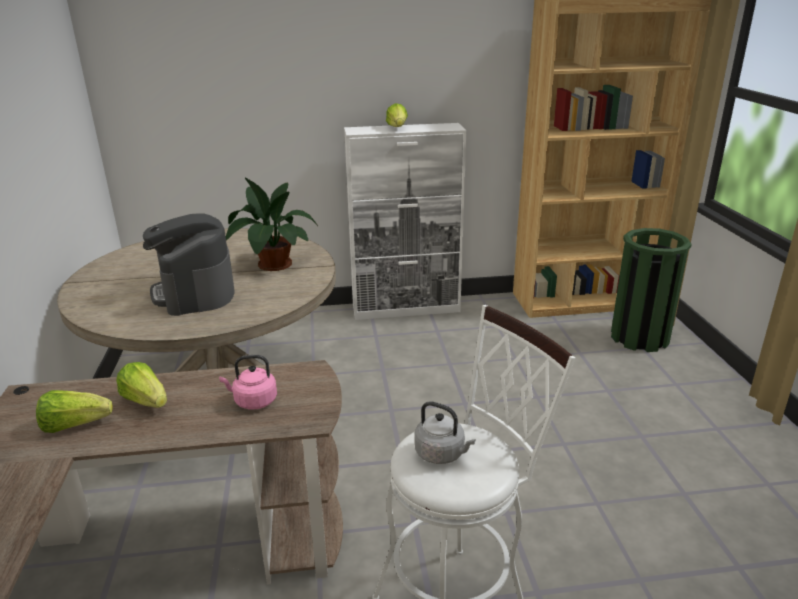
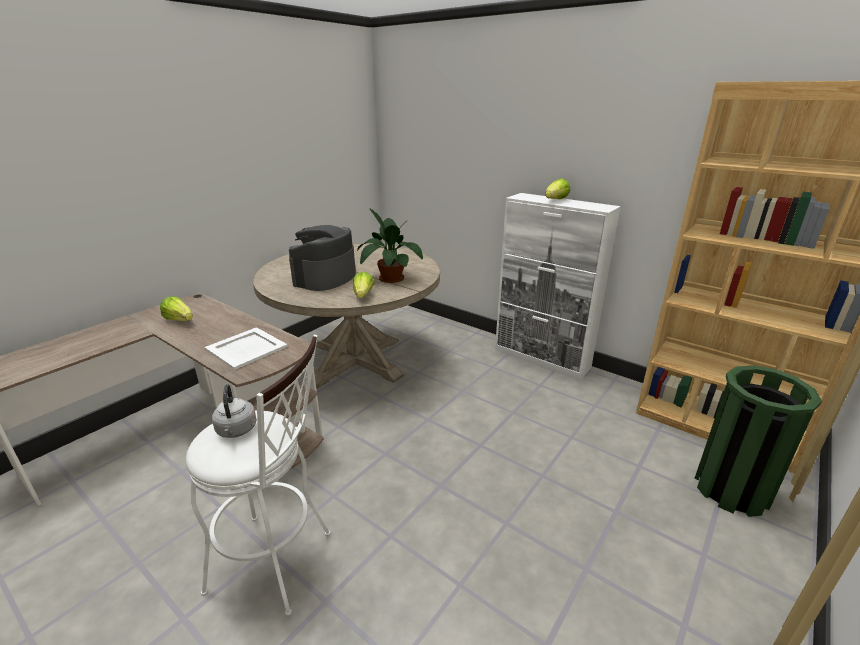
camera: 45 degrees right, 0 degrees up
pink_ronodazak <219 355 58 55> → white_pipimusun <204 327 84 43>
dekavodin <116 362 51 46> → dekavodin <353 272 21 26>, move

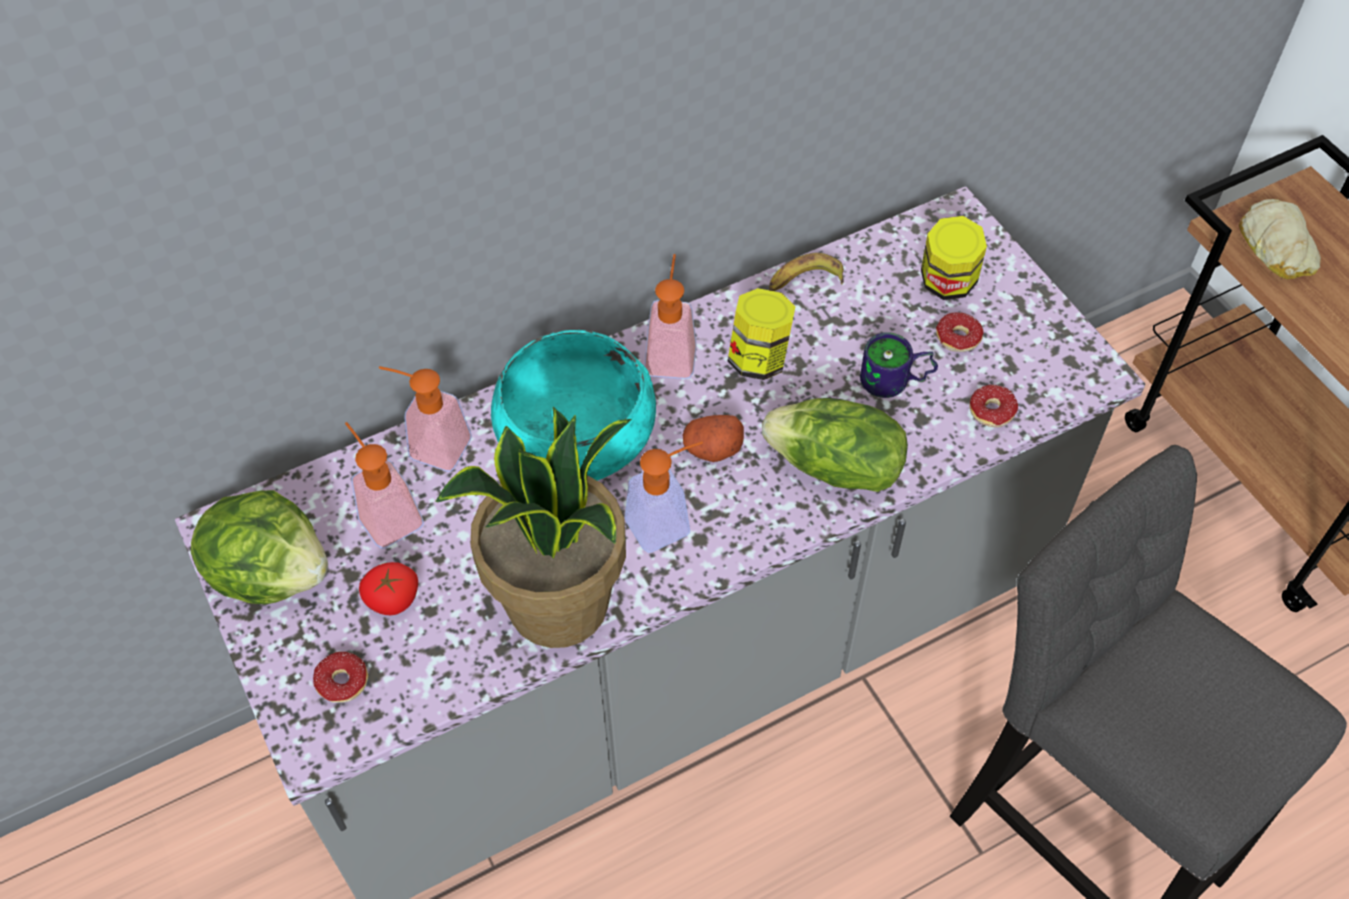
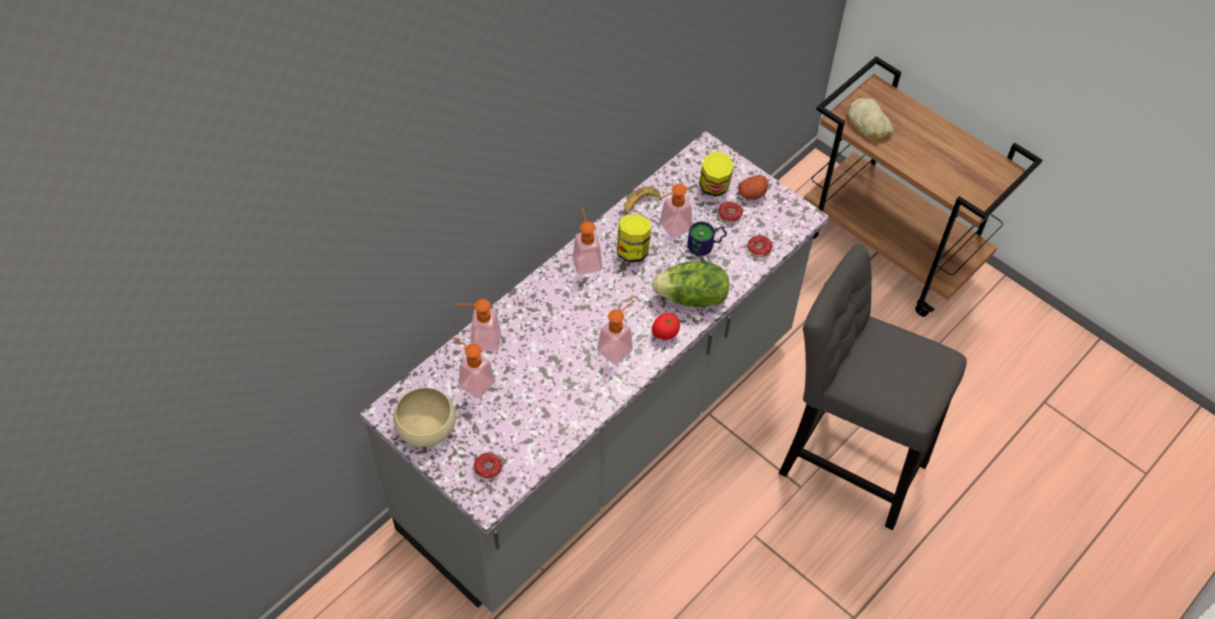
camera: 20 degrees left, 0 degrees up
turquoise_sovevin <491 330 165 150> → -
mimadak <435 407 197 241> → -
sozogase <682 415 62 47> → sozogase <738 175 30 25>, move
dekavodin <191 490 137 114> → beige_sovevin <393 387 63 60>
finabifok <359 562 59 53> → finabifok <652 313 28 27>, move
- → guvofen <658 184 34 54>

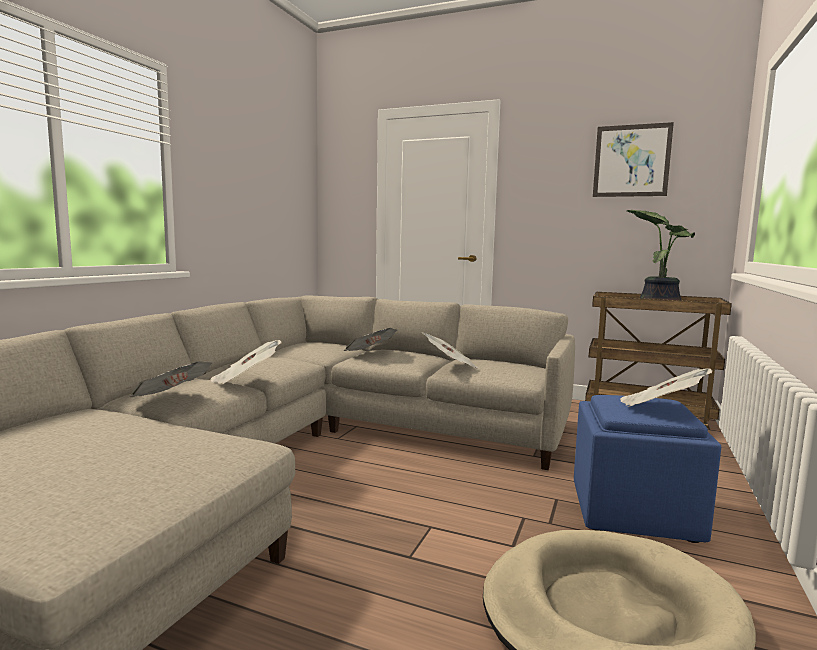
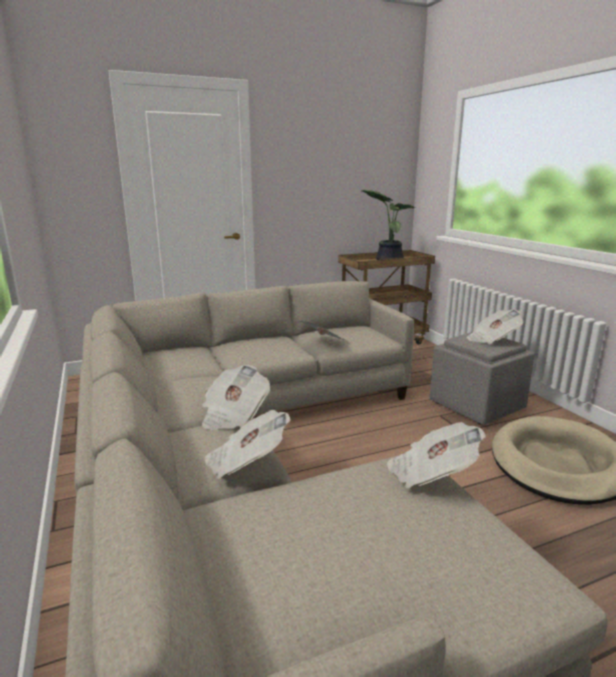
camera: 45 degrees left, 10 degrees up
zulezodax <593 122 81 75> → -
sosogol <344 328 53 23> → sosogol <387 422 99 67>, move
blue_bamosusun <574 395 147 148> → grey_bamosusun <430 332 105 93>

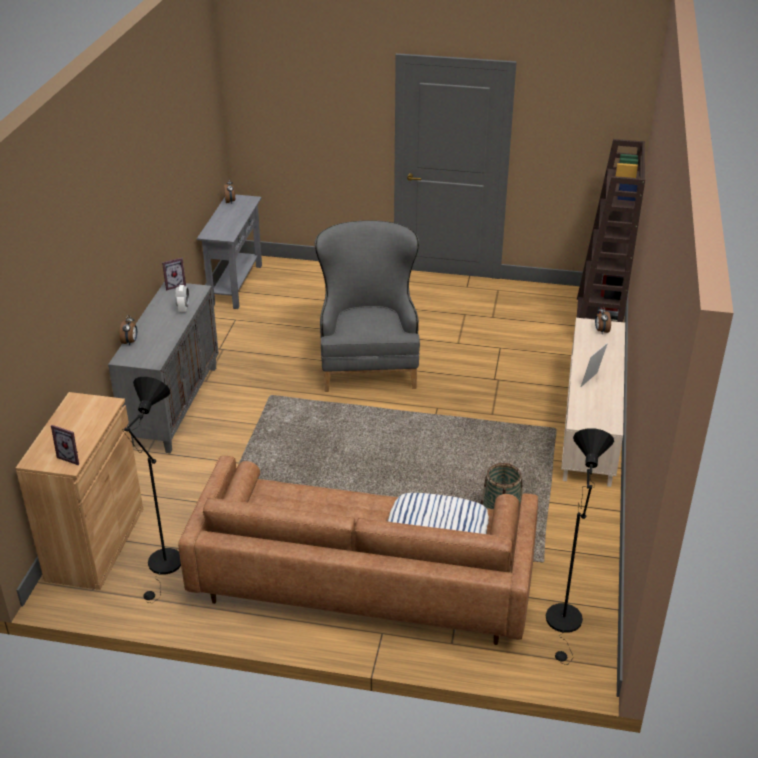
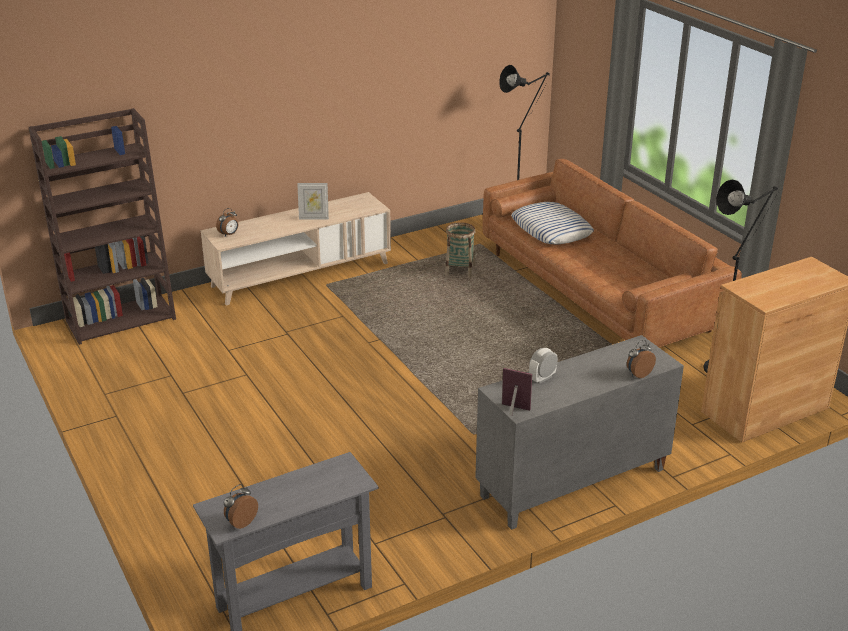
camera: 130 degrees left, 5 degrees down
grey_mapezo <315 221 105 171> → -
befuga <51 425 28 40> → -

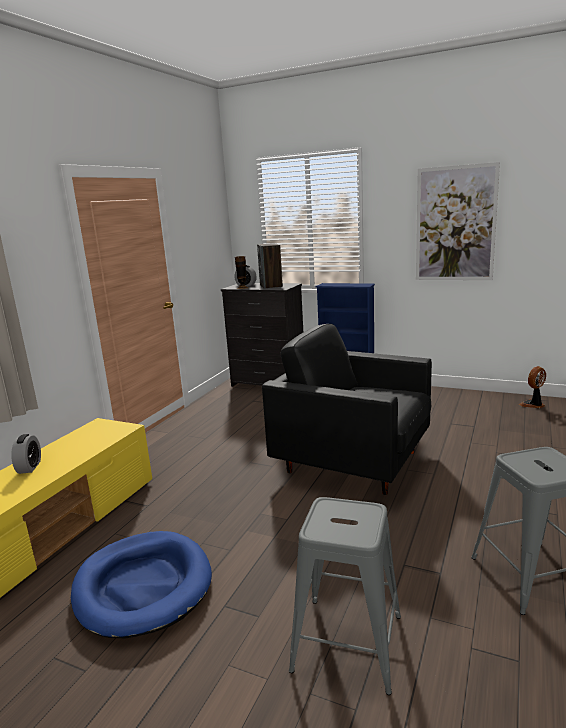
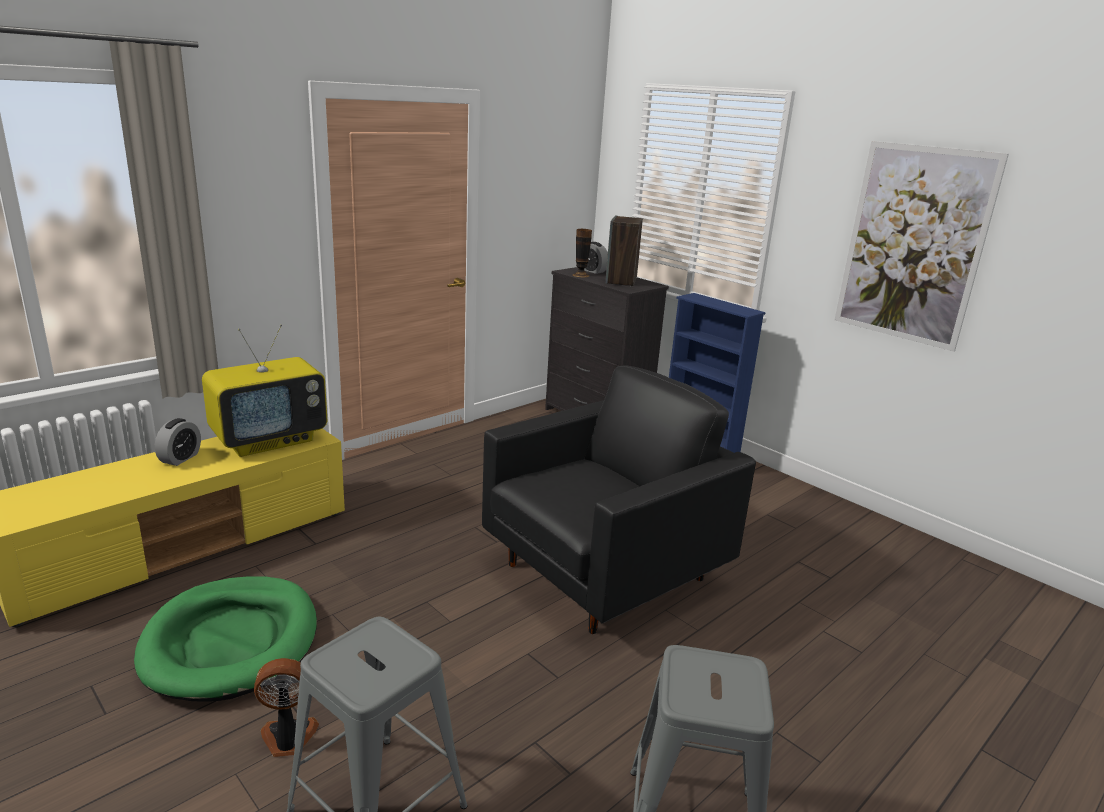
camera: 20 degrees right, 5 degrees up
black_mapezo <262 324 170 171> → black_mapezo <482 366 274 268>, 90 degrees clockwise
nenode <519 366 27 42> → nenode <254 658 65 99>, move
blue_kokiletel <71 531 141 107> → green_kokiletel <134 576 183 126>
- → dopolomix <202 324 125 133>

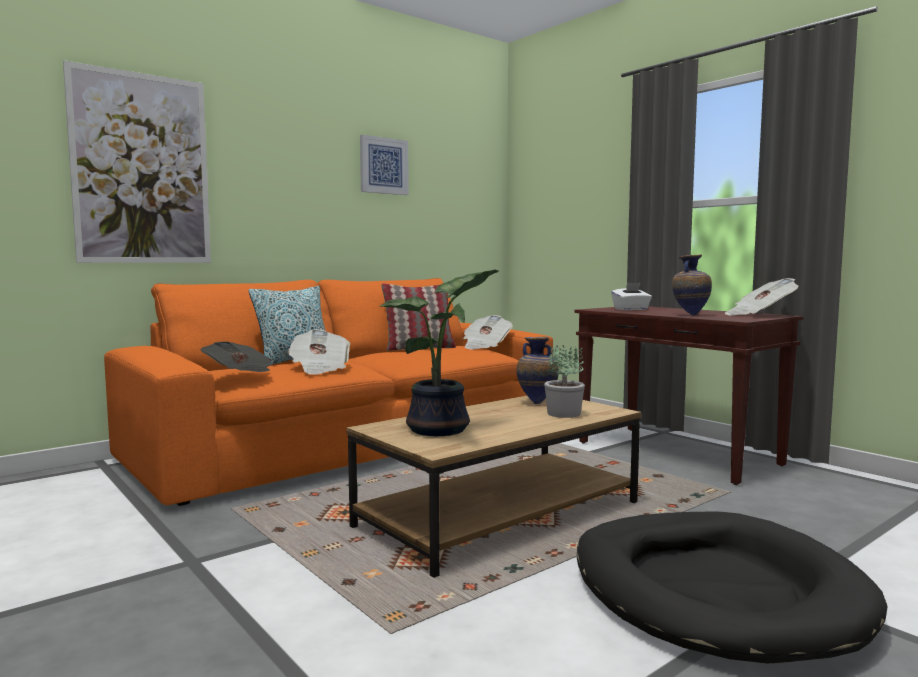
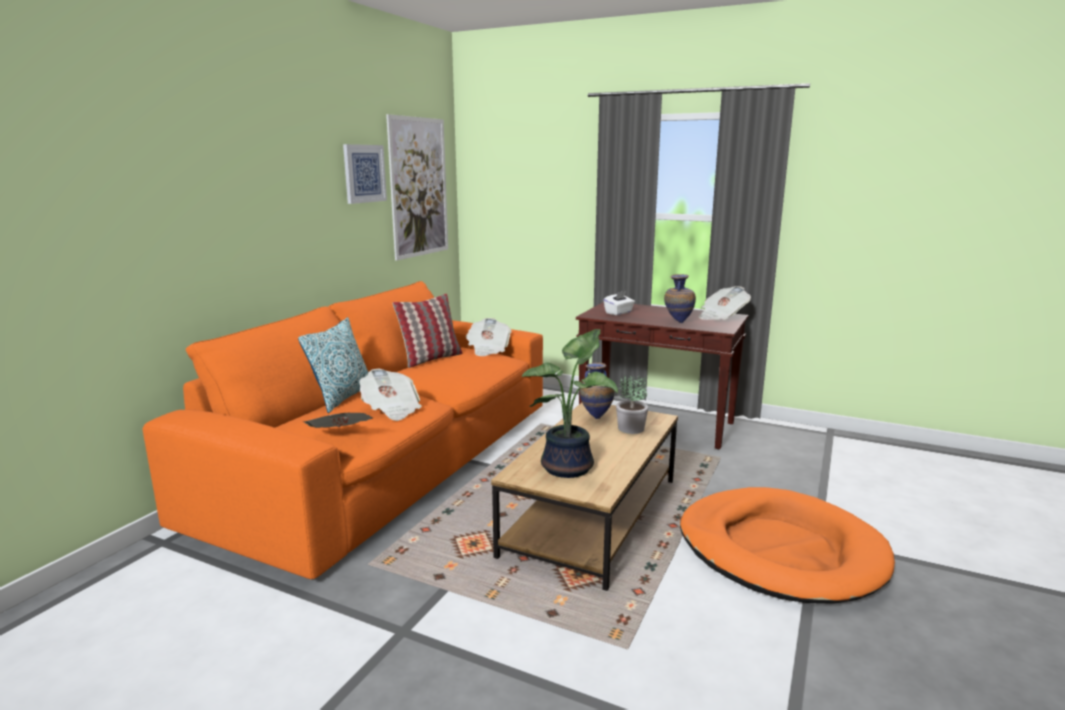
camera: 25 degrees left, 10 degrees up
zulezodax <63 60 148 203> → zulezodax <386 114 62 147>, move
black_kokiletel <577 511 311 152> → orange_kokiletel <680 487 215 117>

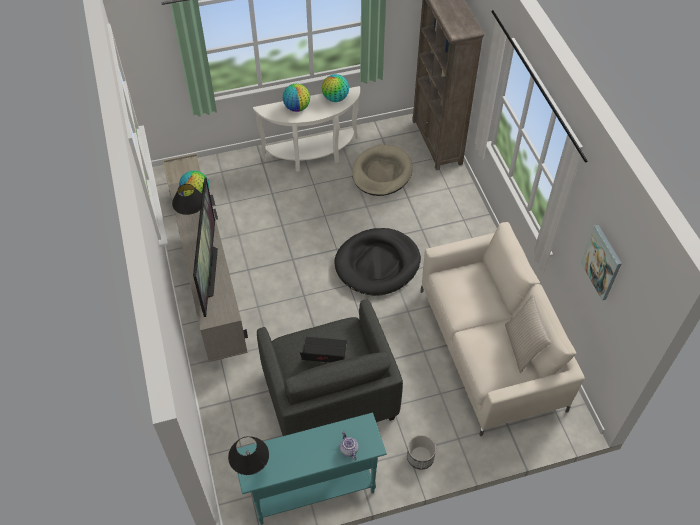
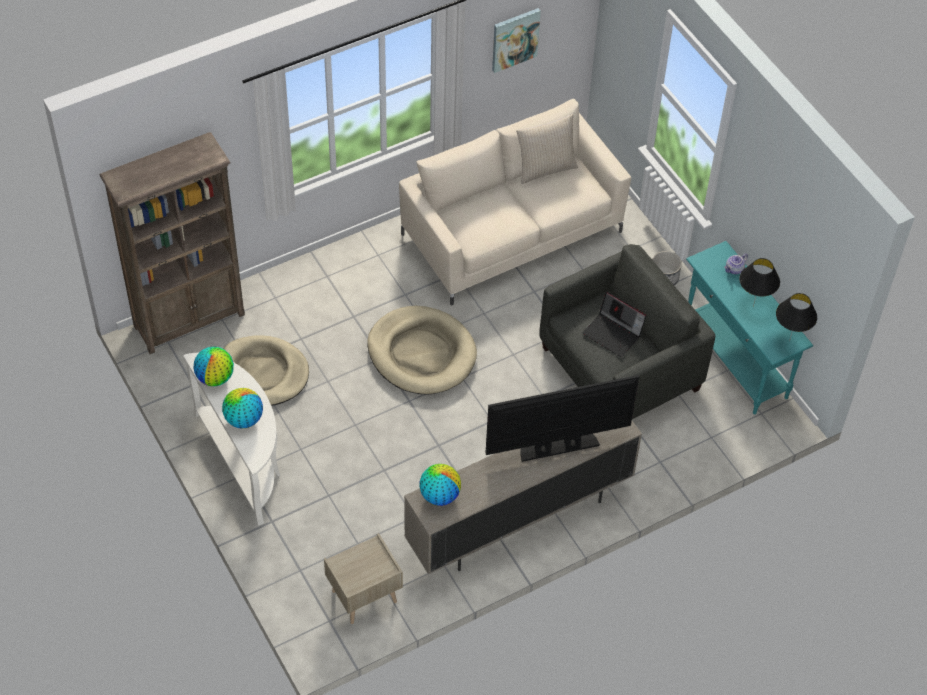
camera: 105 degrees left, 0 degrees up
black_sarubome <172 184 30 39> → black_sarubome <739 258 41 49>, move
black_kokiletel <334 228 87 68> → beige_kokiletel <367 306 110 88>
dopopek <300 337 47 26> → dopopek <582 291 65 66>, 45 degrees counterclockwise

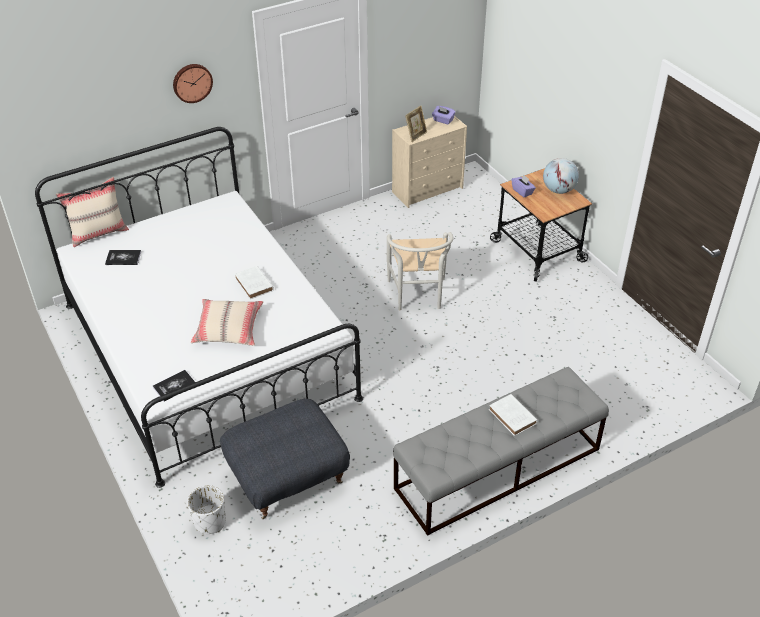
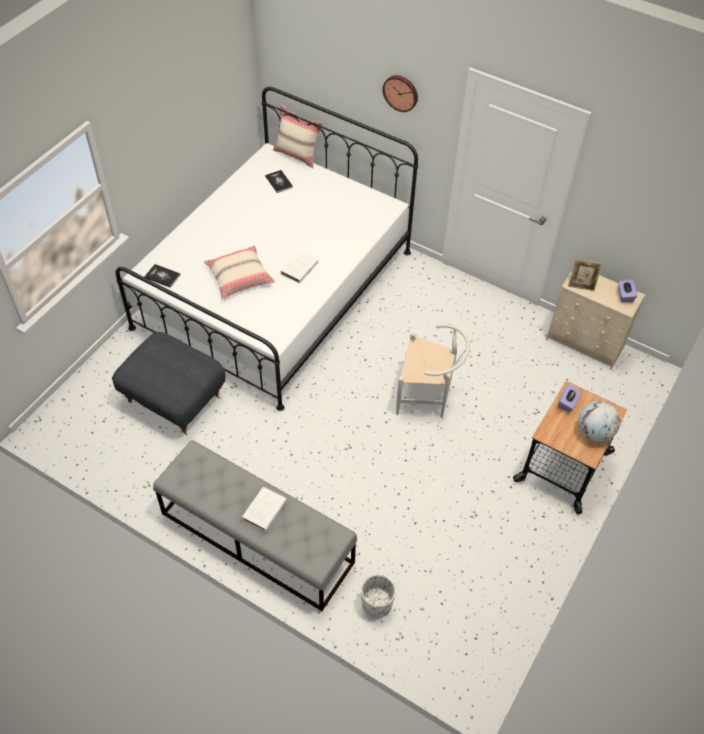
camera: 60 degrees right, 10 degrees up
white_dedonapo <387 232 67 78> → white_dedonapo <396 324 74 94>, 135 degrees counterclockwise
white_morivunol <187 485 39 49> → white_morivunol <361 574 35 44>, move

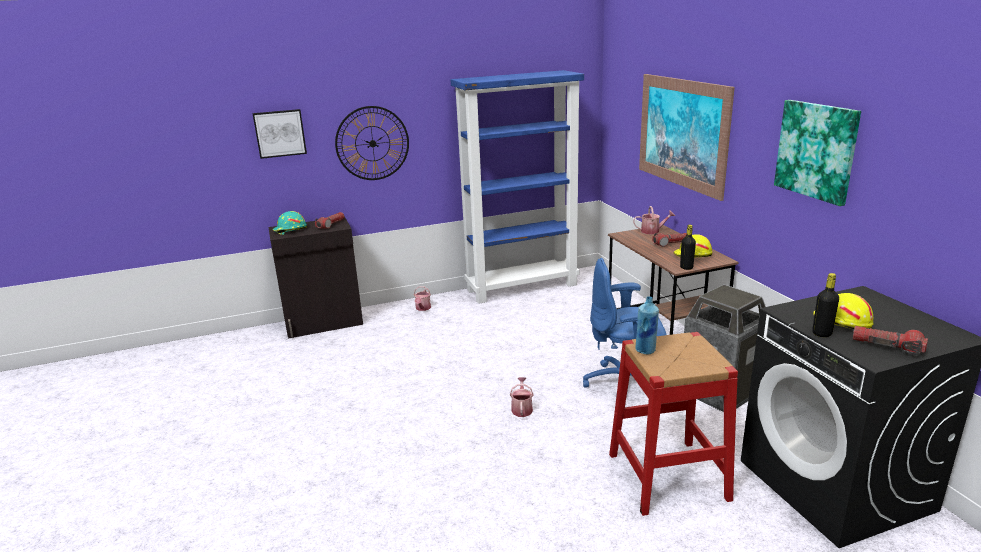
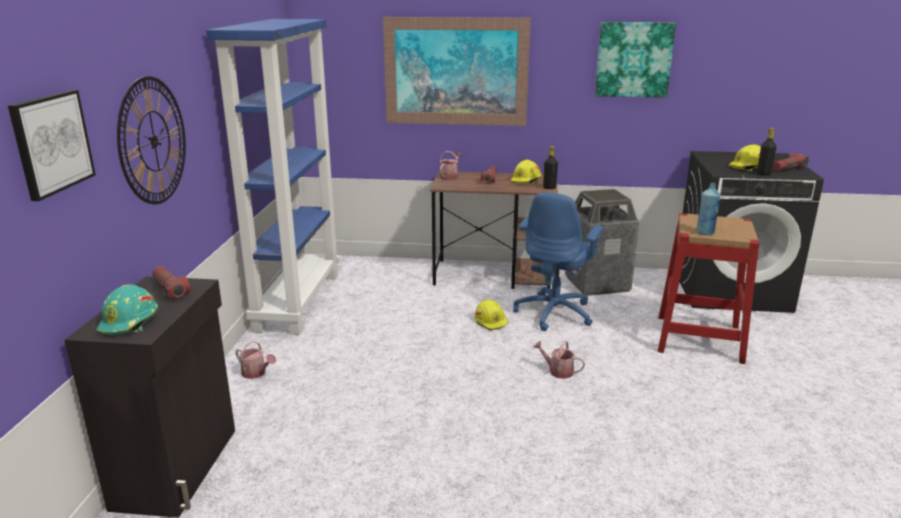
camera: 65 degrees left, 0 degrees up
- → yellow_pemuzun <474 300 35 31>

